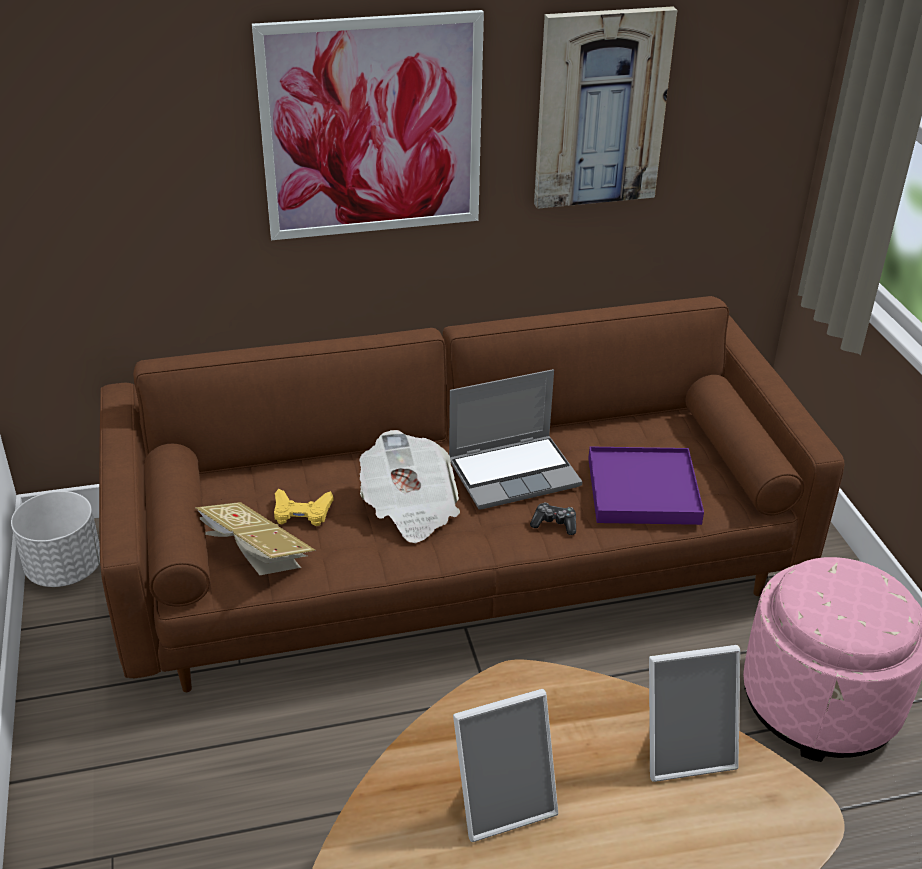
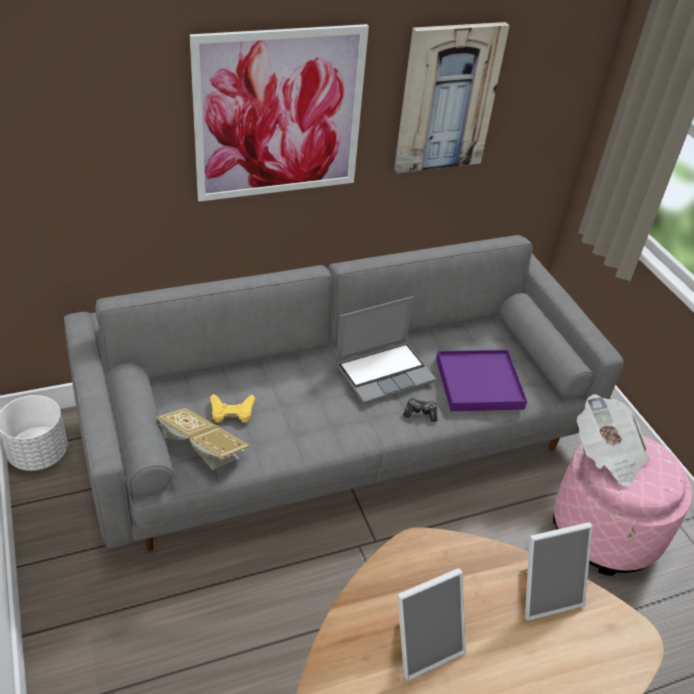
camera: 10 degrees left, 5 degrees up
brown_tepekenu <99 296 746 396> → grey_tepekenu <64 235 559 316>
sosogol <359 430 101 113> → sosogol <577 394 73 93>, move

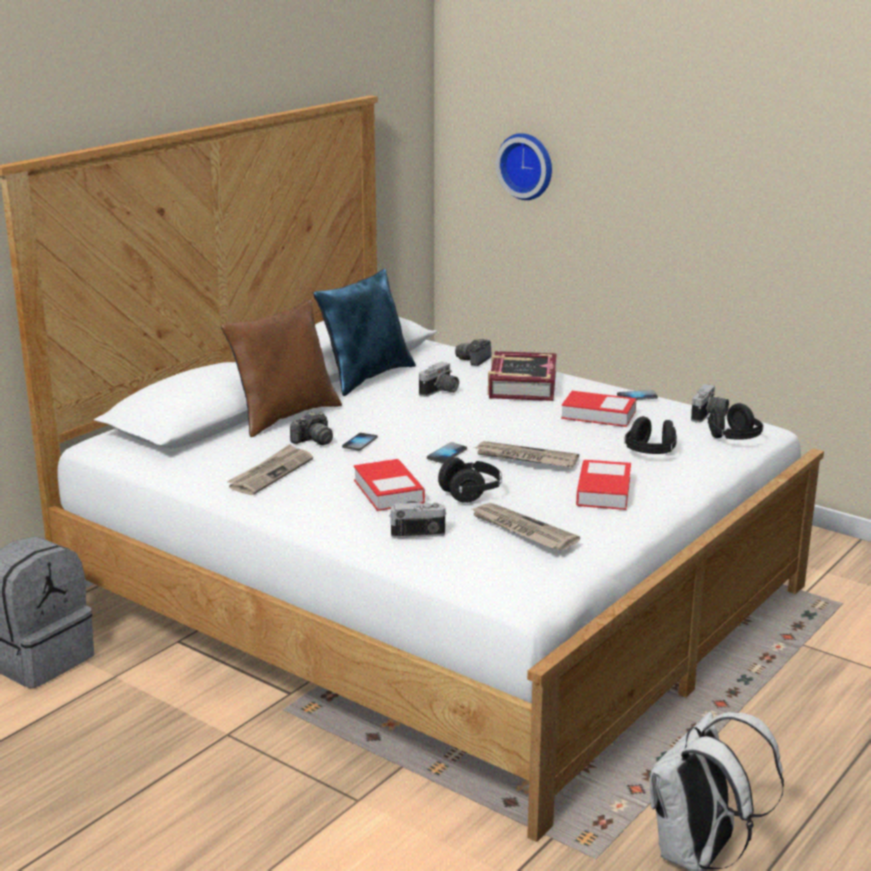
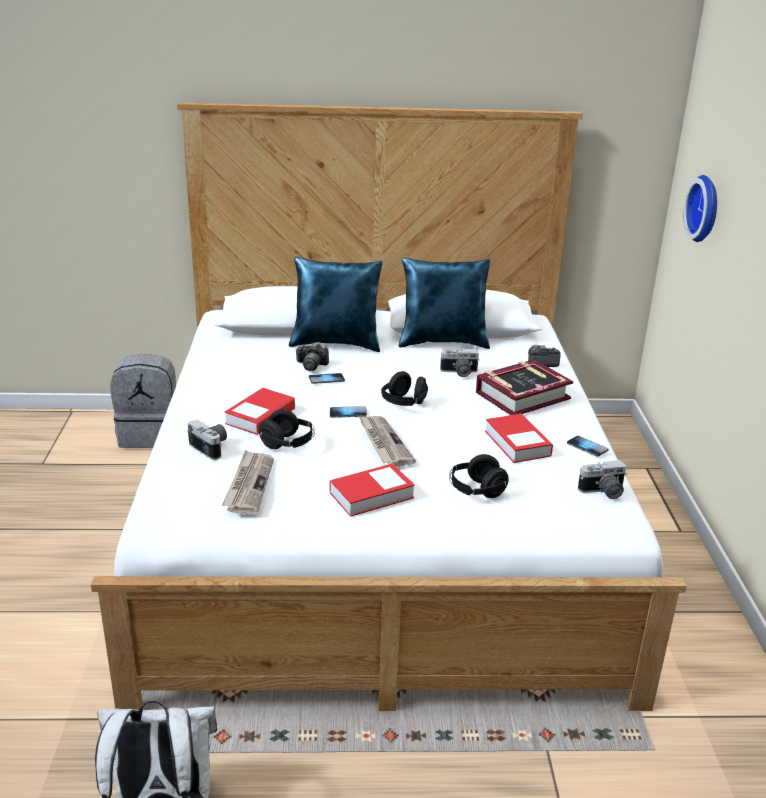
camera: 50 degrees right, 5 degrees up
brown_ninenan <221 300 121 137> → blue_ninenan <289 257 94 95>
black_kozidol <707 403 57 37> → black_kozidol <381 371 47 35>, move
sosogol <227 444 86 51> → -

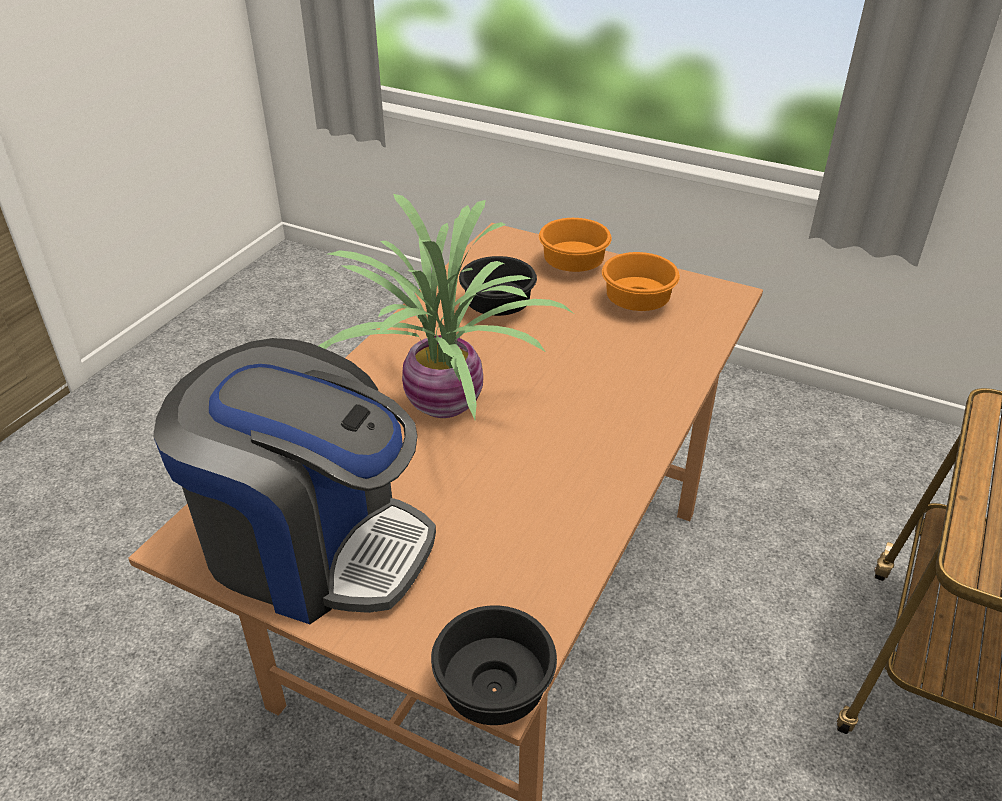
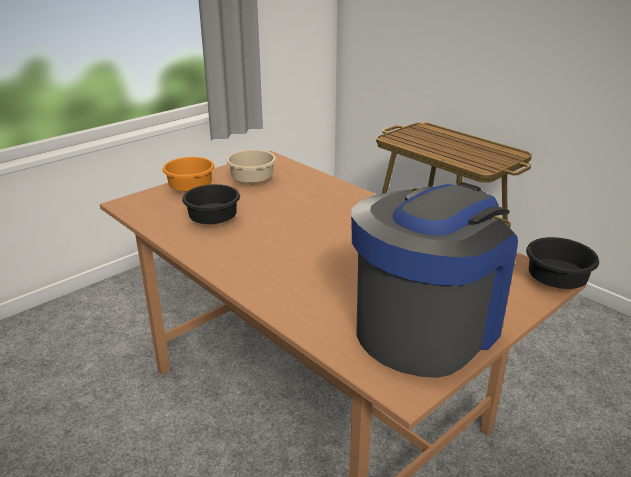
camera: 70 degrees left, 10 degrees down
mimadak <319 194 254 226> → -
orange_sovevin <602 252 78 59> → beige_sovevin <226 150 50 33>

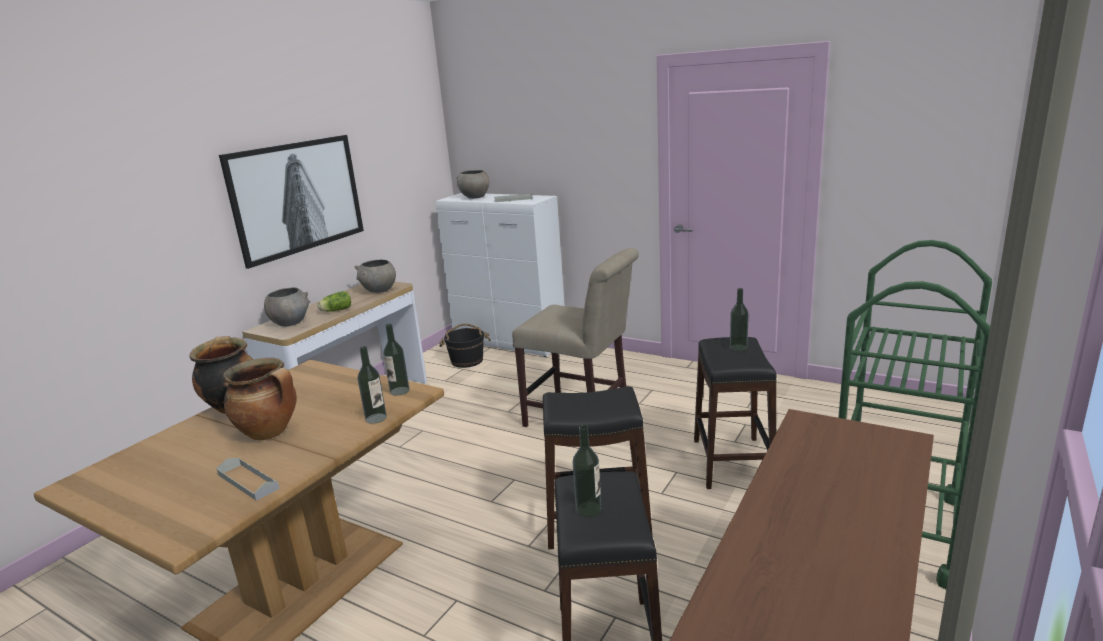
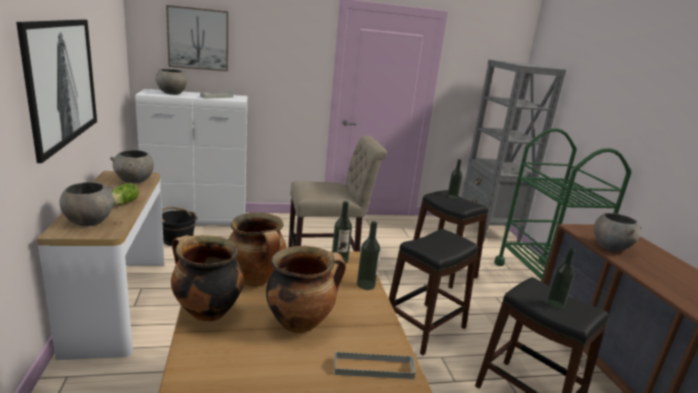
camera: 45 degrees left, 0 degrees up
- → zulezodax <166 5 62 66>
- → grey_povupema <462 60 104 183>
- → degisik <229 212 58 74>
- → grey_sovevin <594 213 48 38>

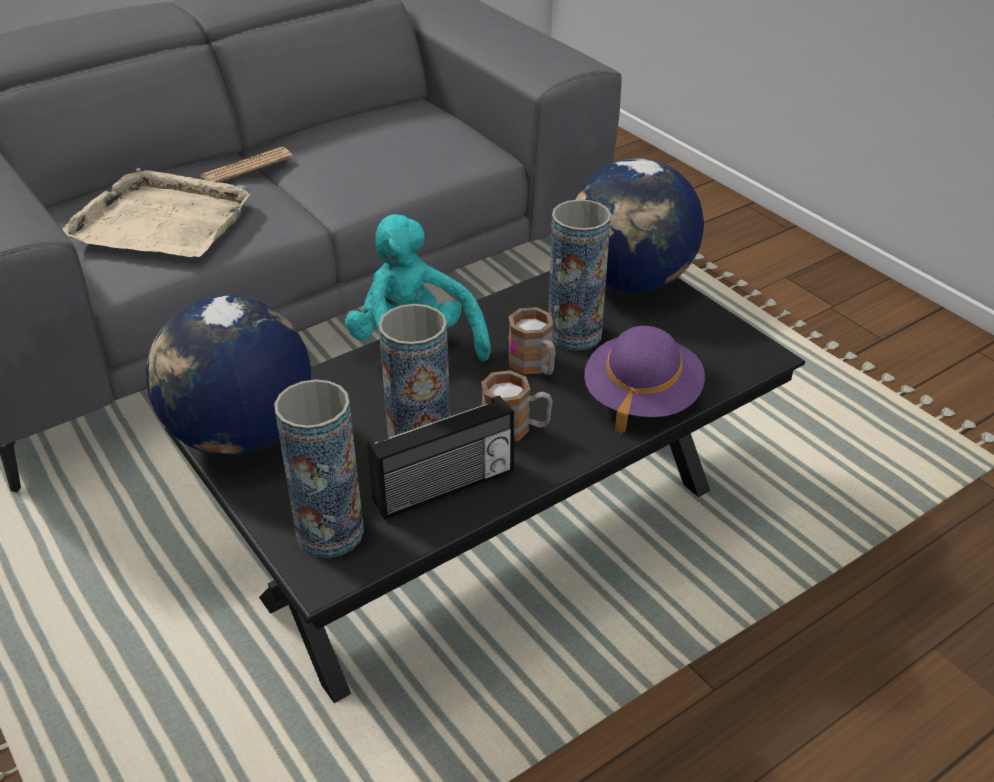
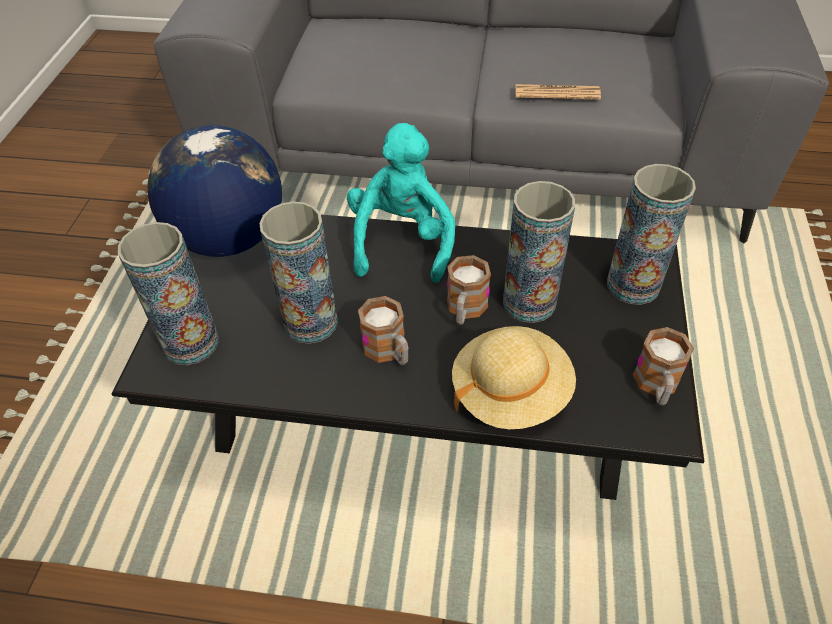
camera: 45 degrees right, 10 degrees up
sosogol <200 147 93 36> → sosogol <515 84 86 16>, move
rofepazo <575 158 129 135> → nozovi <607 164 89 141>
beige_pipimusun <62 168 189 89> → -
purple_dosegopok <584 326 121 108> → beige_dosegopok <452 326 124 103>
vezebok <367 395 148 125> → -
- → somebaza <633 327 61 78>

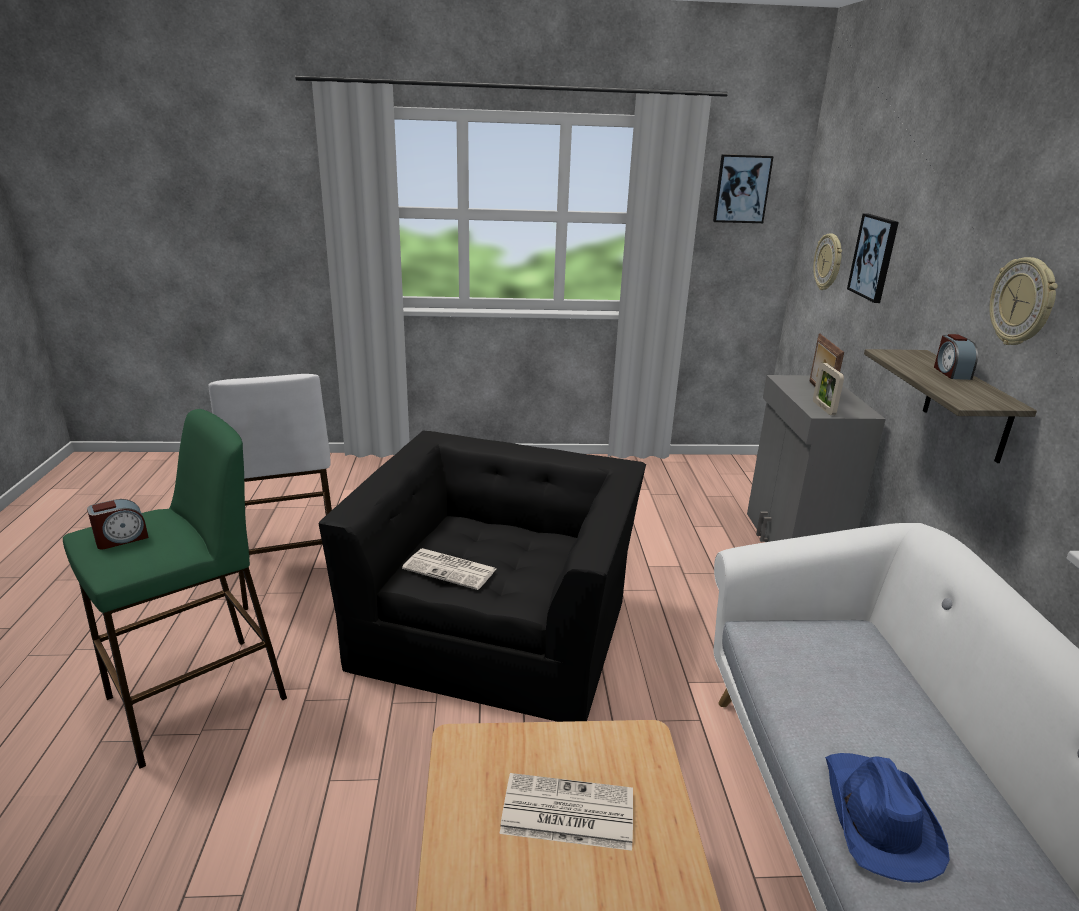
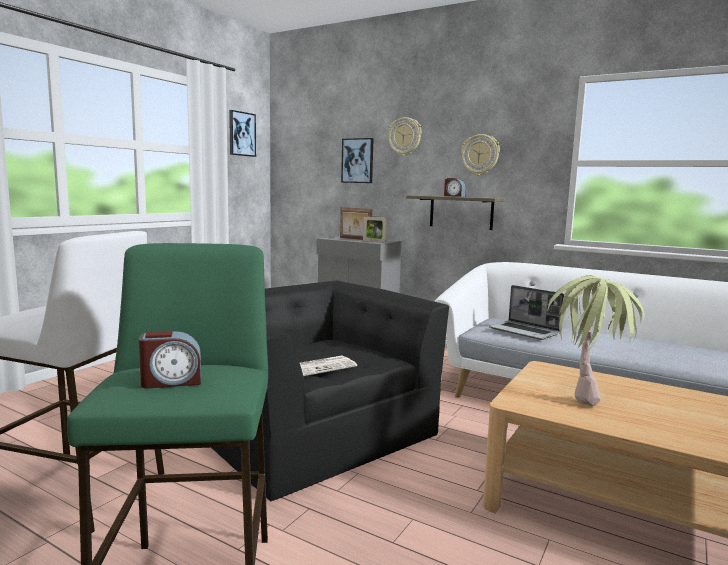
camera: 55 degrees left, 15 degrees down
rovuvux <813 234 29 56> → rovuvux <388 117 34 39>, move
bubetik <87 499 62 50> → bubetik <139 330 62 58>, 75 degrees clockwise
blue_dosegopok <825 753 125 130> → -
sosogol <500 773 133 78> → mimadak <547 275 98 131>
- → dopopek <489 285 75 55>

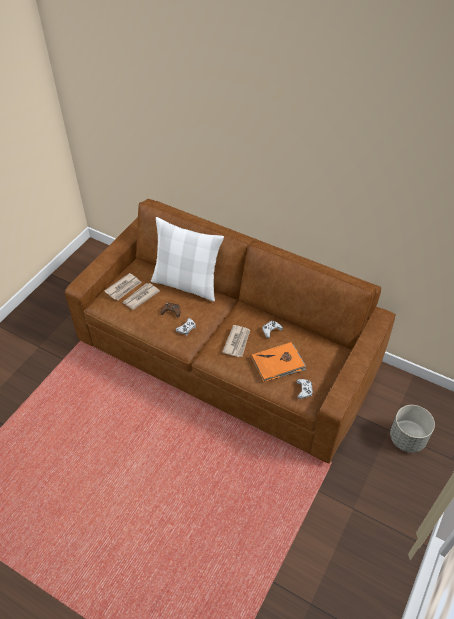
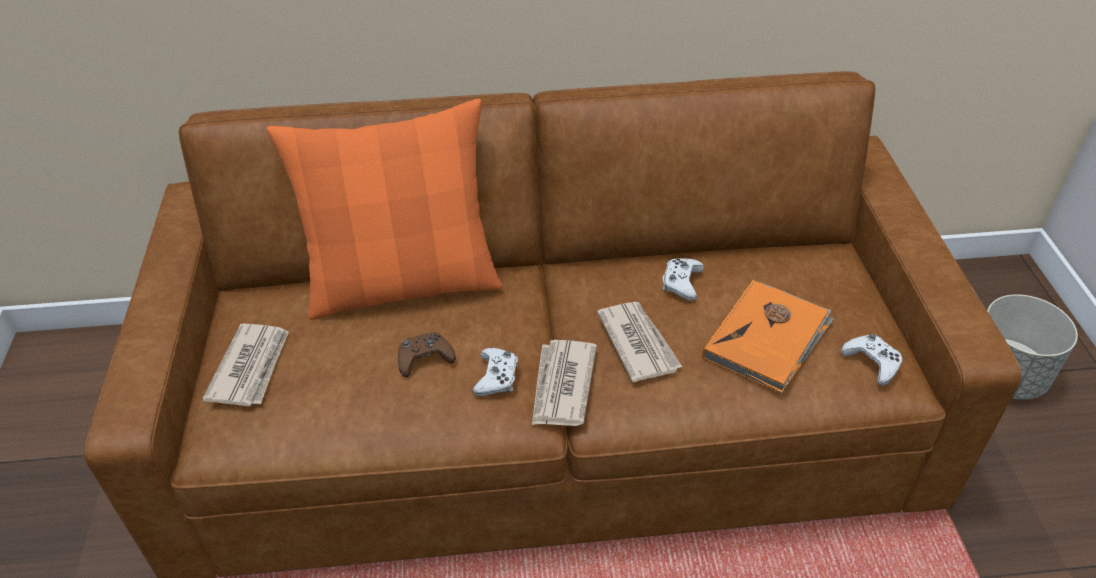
camera: 35 degrees left, 5 degrees down
white_ninenan <151 217 73 85> → orange_ninenan <266 99 236 221>
sosogol <123 283 37 27> → sosogol <532 340 65 86>, move

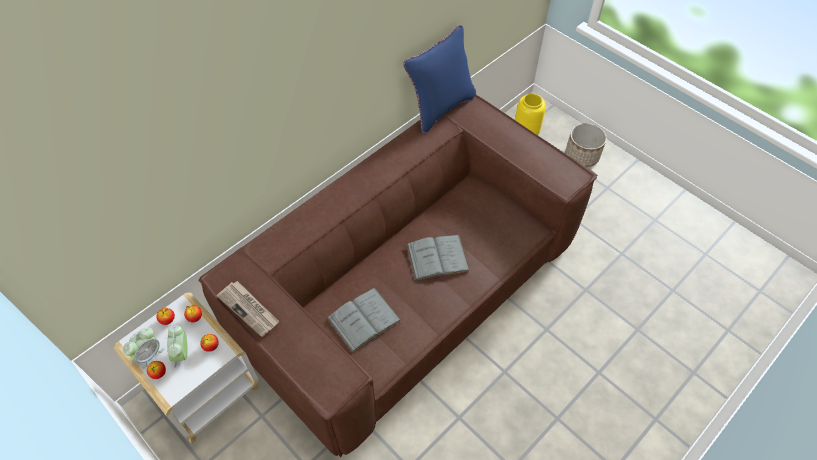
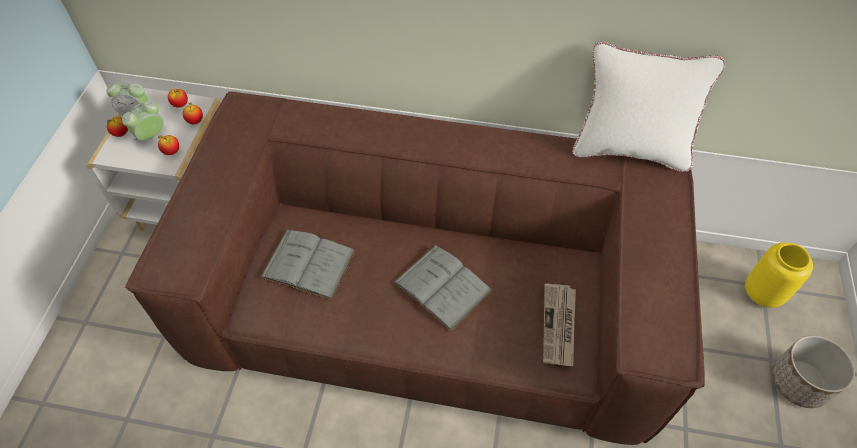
camera: 55 degrees right, 0 degrees up
blue_ninenan <403 25 73 108> → white_ninenan <572 42 154 130>
sosogol <217 281 62 56> → sosogol <543 283 33 83>, move

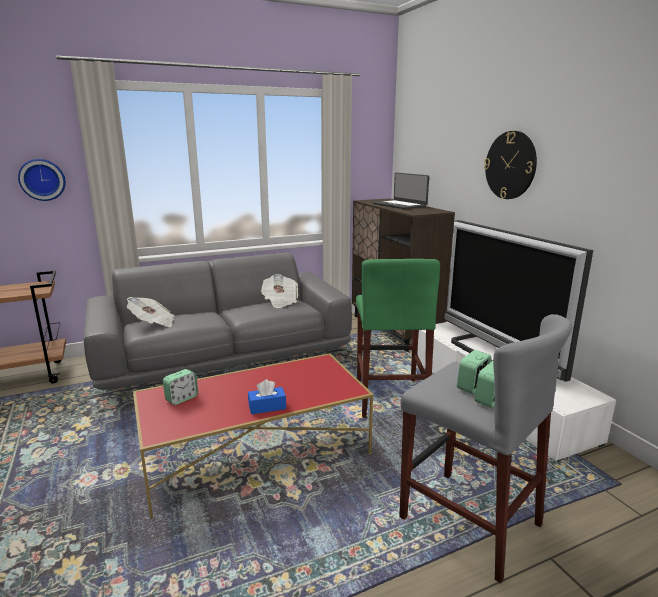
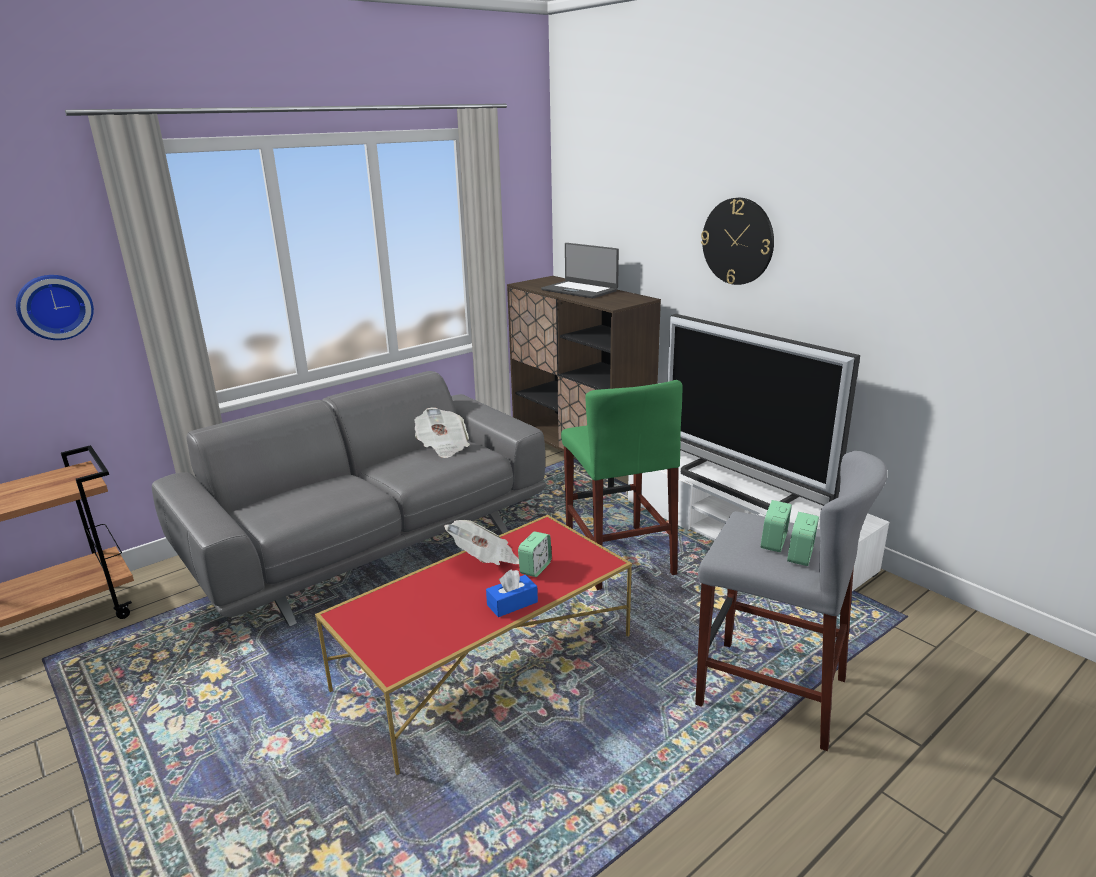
camera: 15 degrees left, 5 degrees up
sosogol <127 297 48 30> → sosogol <444 520 75 45>, move
bubetik <163 369 35 36> → bubetik <518 531 34 46>, move

